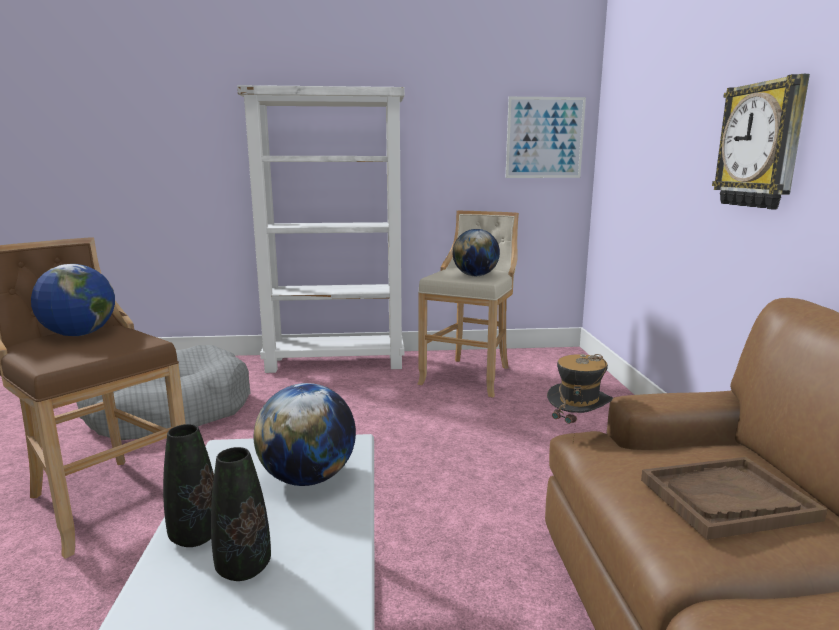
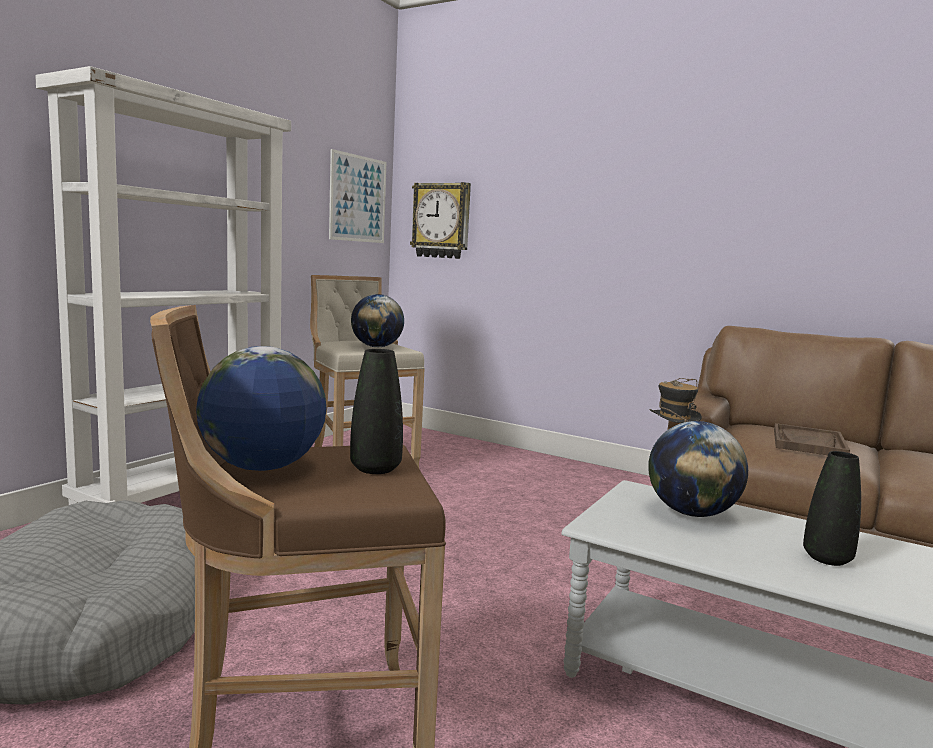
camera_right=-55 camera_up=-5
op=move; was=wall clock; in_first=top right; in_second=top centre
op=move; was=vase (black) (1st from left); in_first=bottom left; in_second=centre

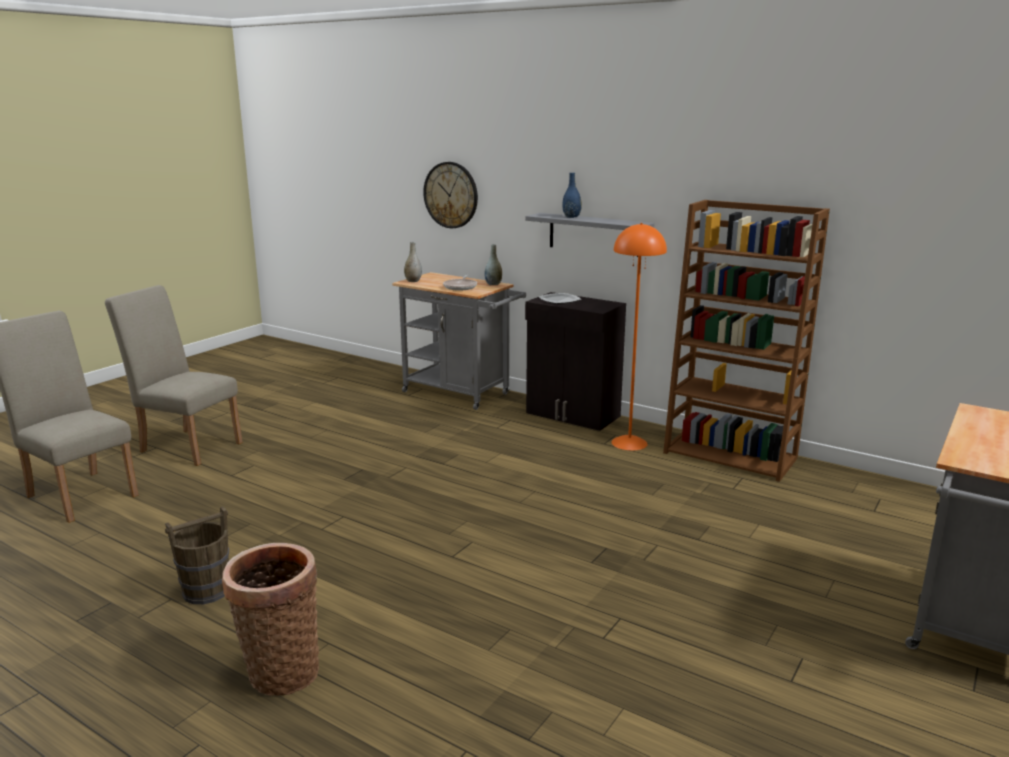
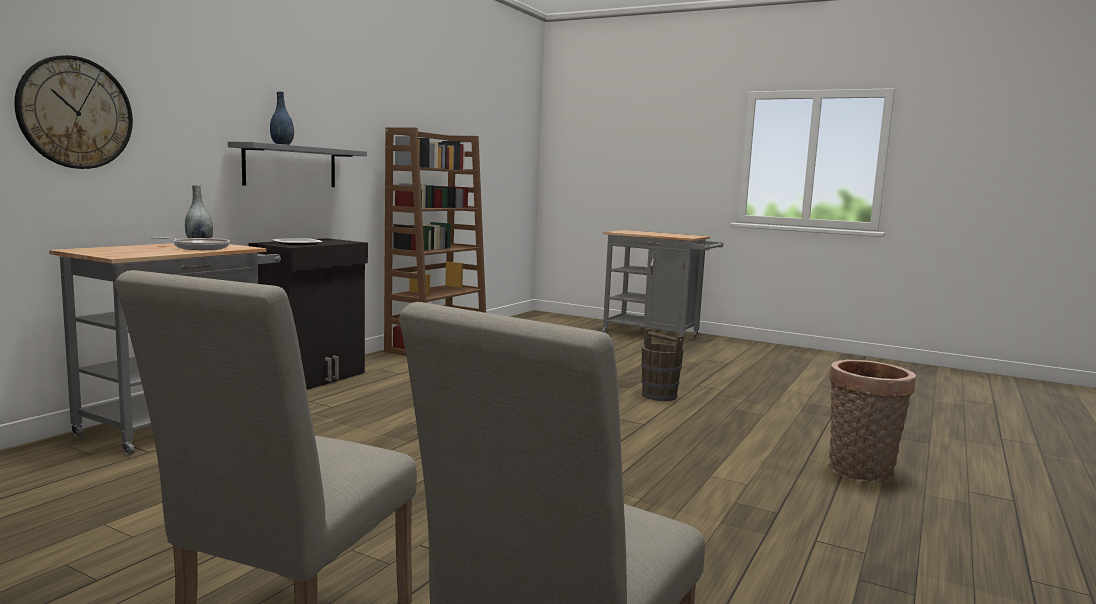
camera_right=-95 camera_up=-10
op=delete; was=floor lamp (orange); in_first=centre
op=delete; was=vase (grey) (1st from left); in_first=centre
op=move; was=bucket (brown); in_first=bottom left; in_second=centre

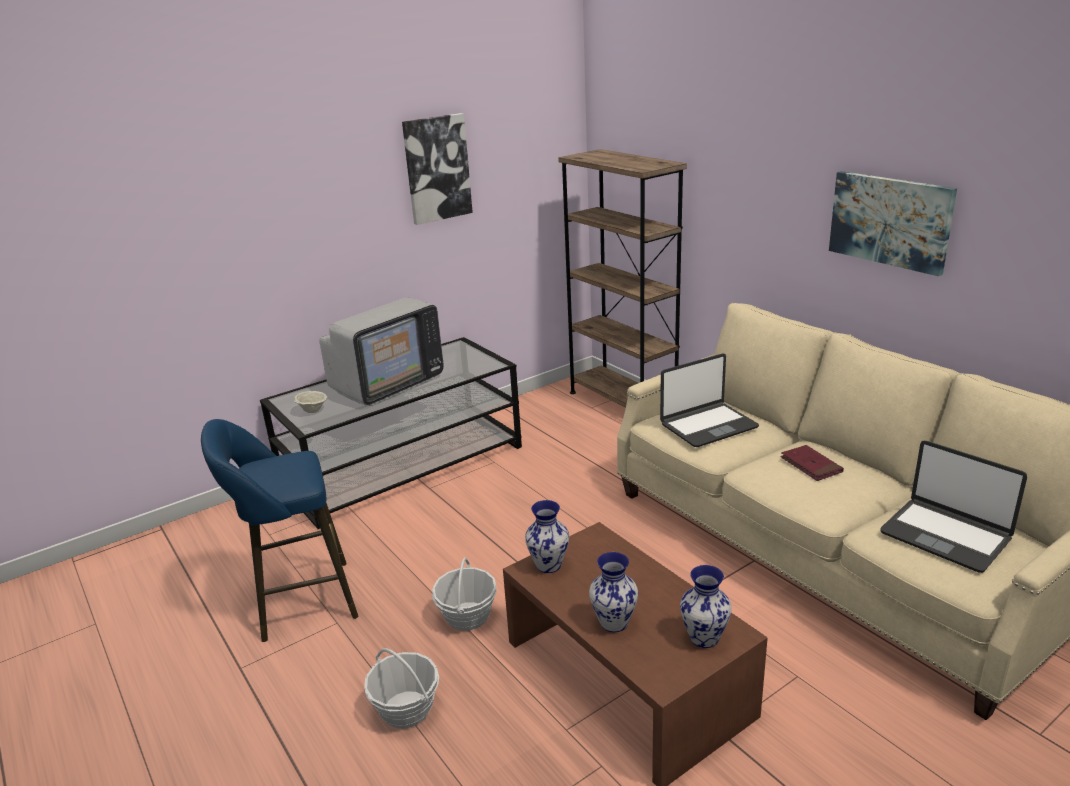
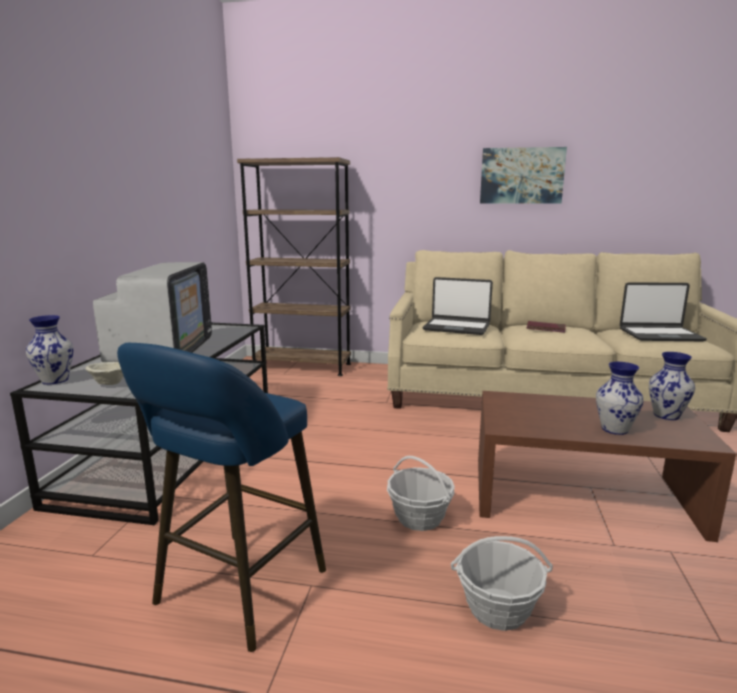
camera_right=-45 camera_up=-10
op=delete; was=picture (1st from left); in_first=top centre
op=rotate; was=laptop (1st from left); in_first=centre; in_second=centre; clockwise=90
op=move; was=vase (1st from left); in_first=bottom centre; in_second=middle left

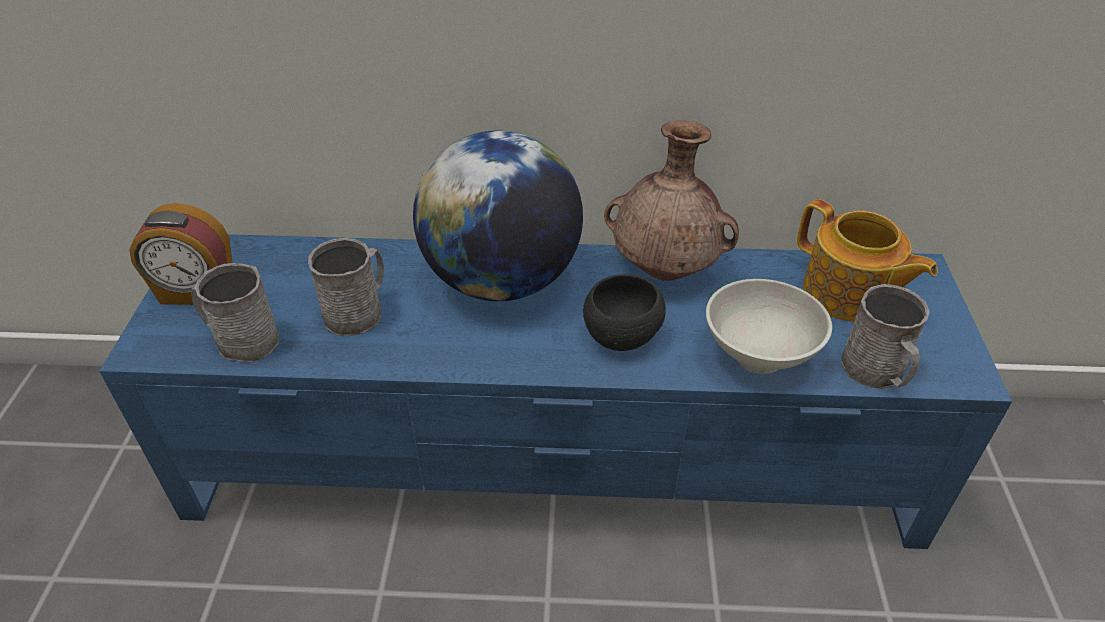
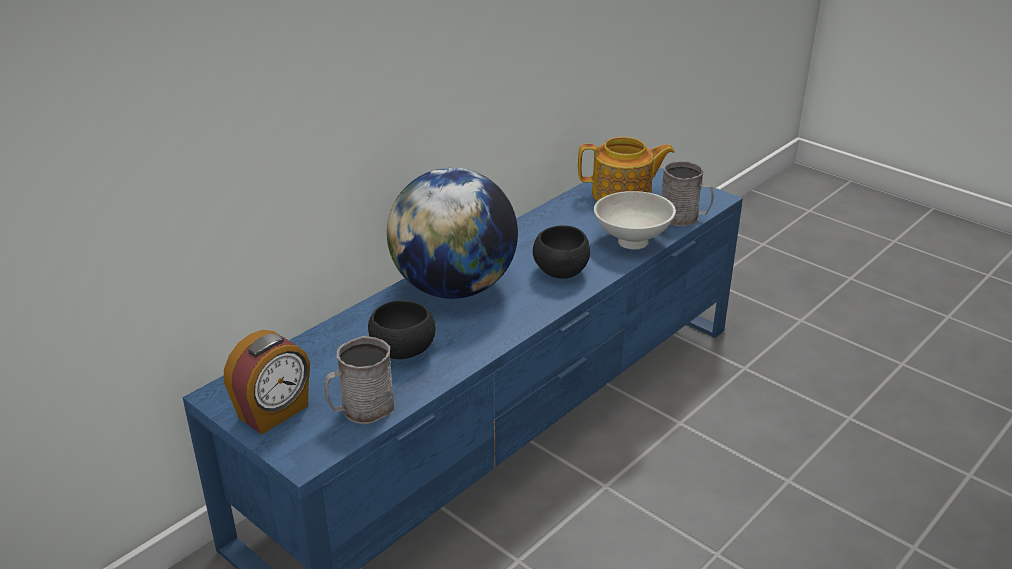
camera_right=-50 camera_up=-10
op=delete; was=vase (brown); in_first=top centre
op=replace; was=mug (grey) (2nd from left); now=bowl (black) (1st from left); in_first=middle left; in_second=centre

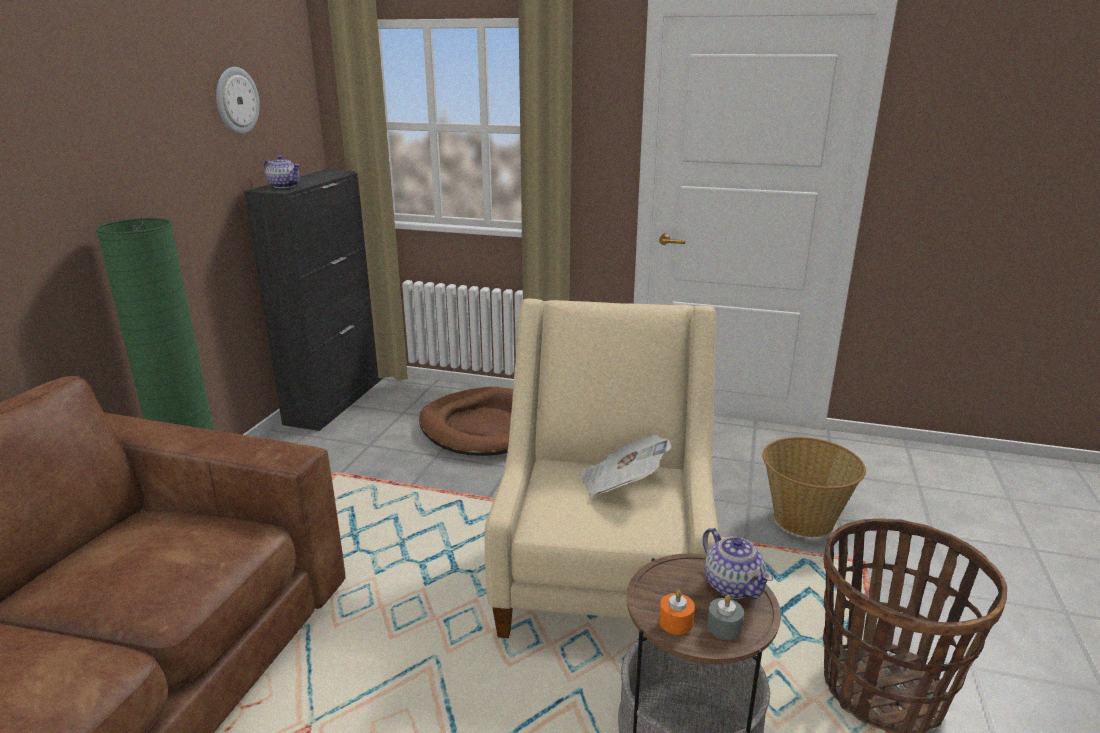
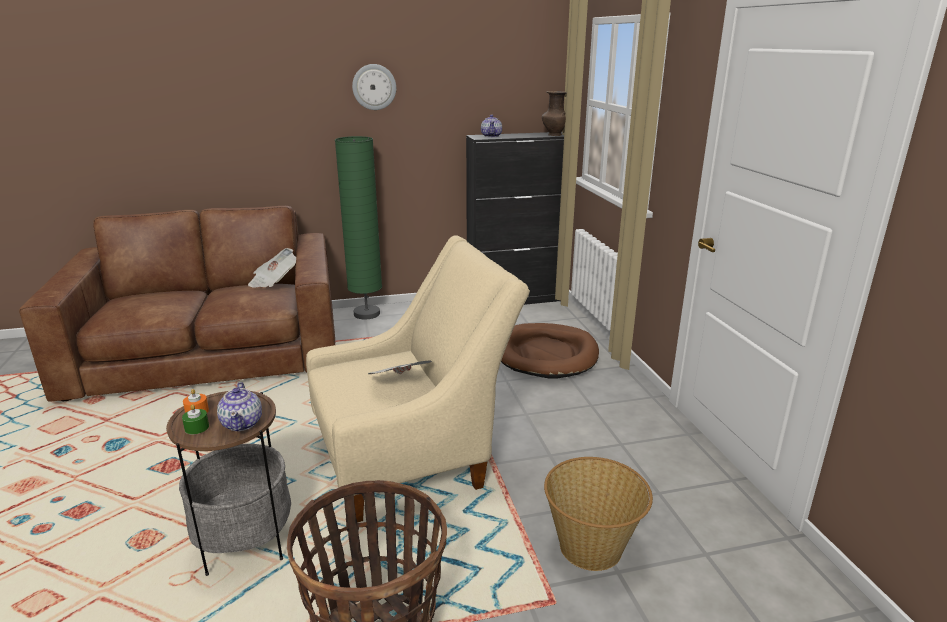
camera_right=60 camera_up=0
op=move; was=wall clock; in_first=top left; in_second=top centre
op=rotate; was=teapot (2nd from left in the first image); in_first=bottom right; in_second=middle left; clockwise=-45
op=recolor; was=candle (grey); now=candle (green); in_first=bottom centre; in_second=bottom left
op=insert; now=vase (brown); in_second=top centre
op=insert; now=newspaper (1st from left); in_second=middle left

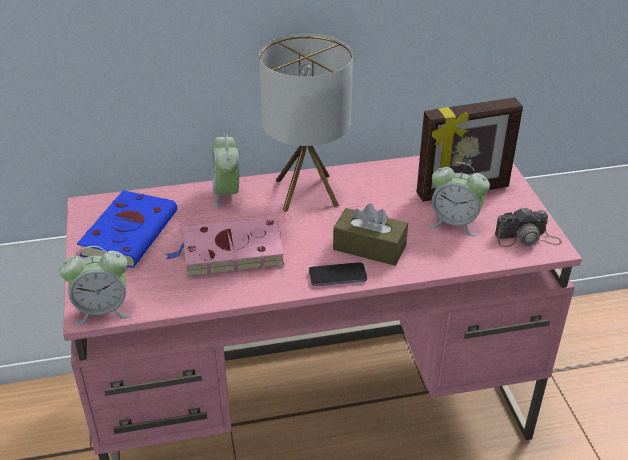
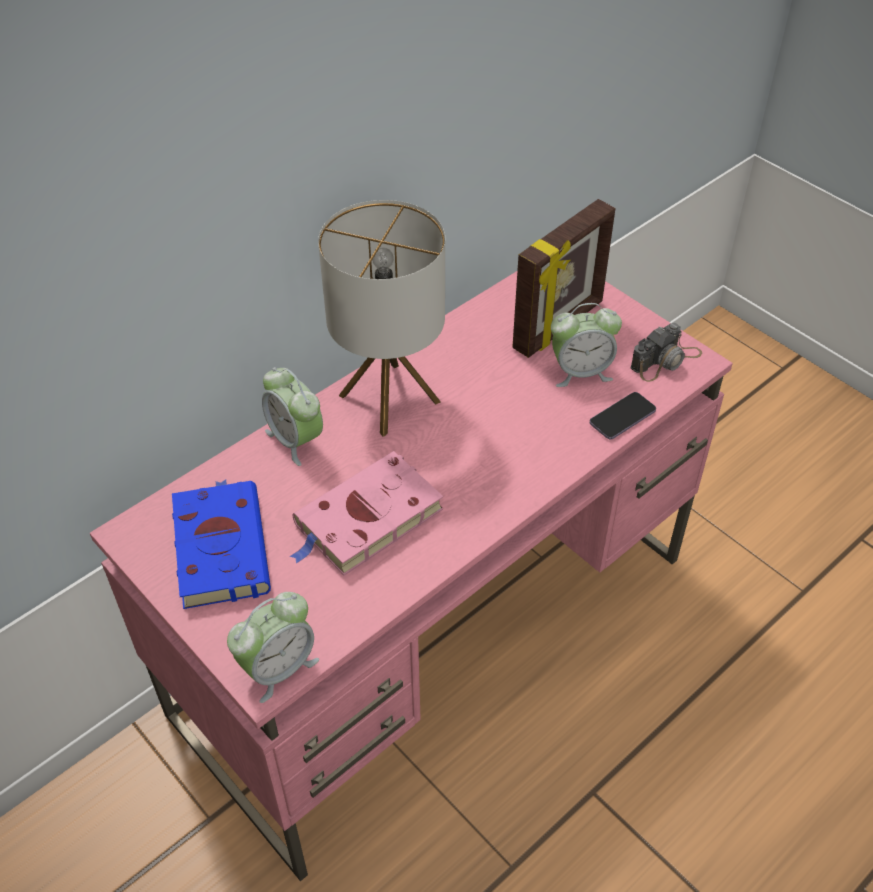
camera_right=-30 camera_up=10
op=delete; was=tissue box (brown); in_first=centre
op=move; was=phone; in_first=centre; in_second=middle right

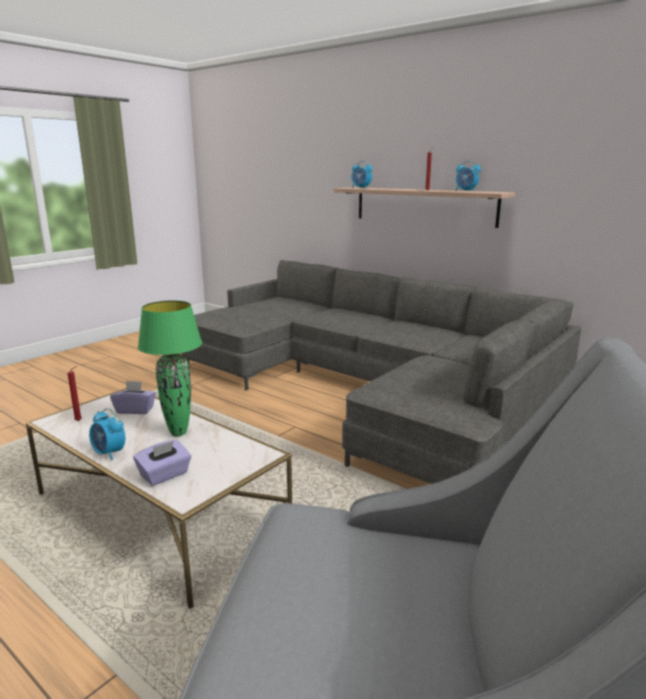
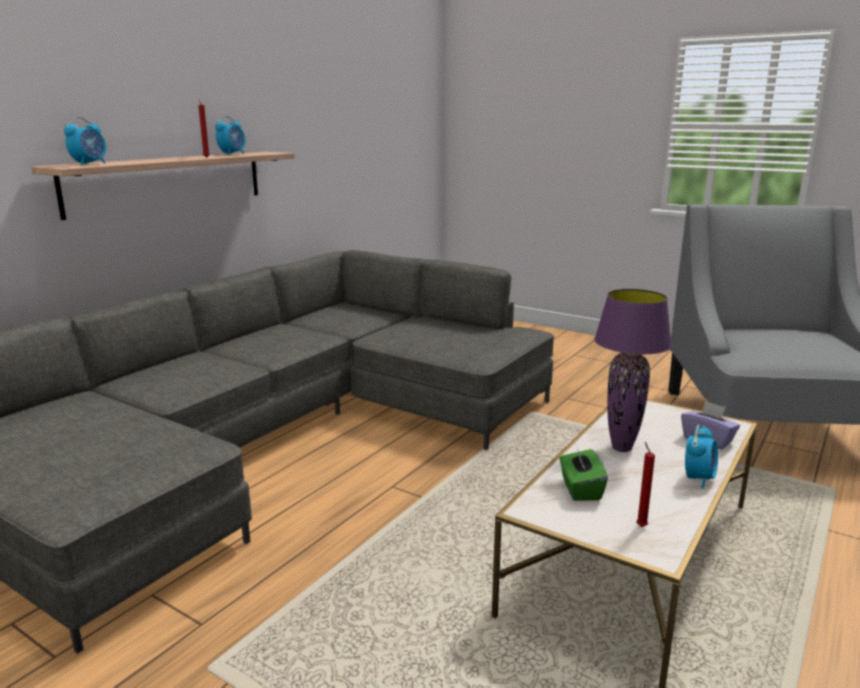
camera_right=-95 camera_up=0
op=recolor; was=table lamp (green); now=table lamp (purple); in_first=middle left; in_second=middle right
op=recolor; was=tissue box (purple) (1st from left); now=tissue box (green); in_first=middle left; in_second=bottom right

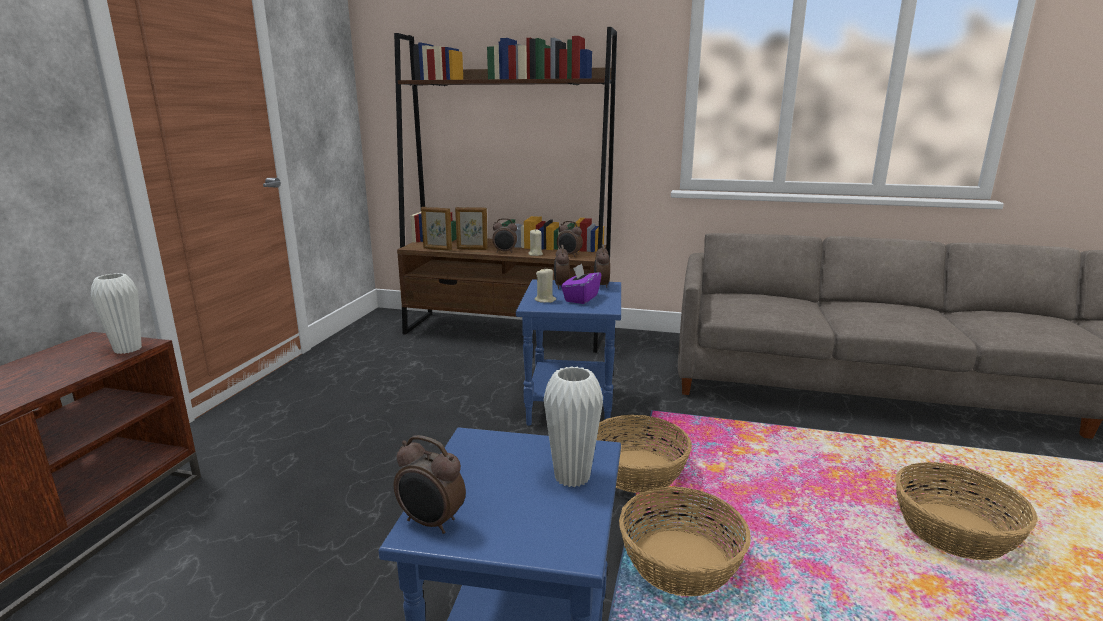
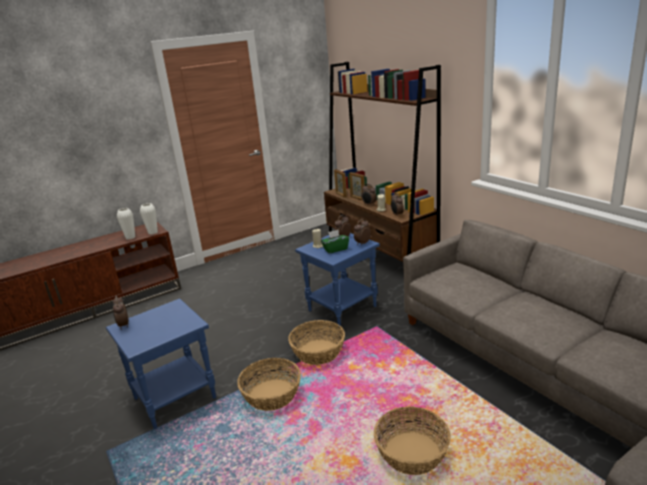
camera_right=45 camera_up=5
op=recolor; was=tissue box (purple); now=tissue box (green); in_first=centre; in_second=centre
op=move; was=vase (white) (2nd from left in the first image); now=vase (white) (1st from left); in_first=bottom centre; in_second=middle left

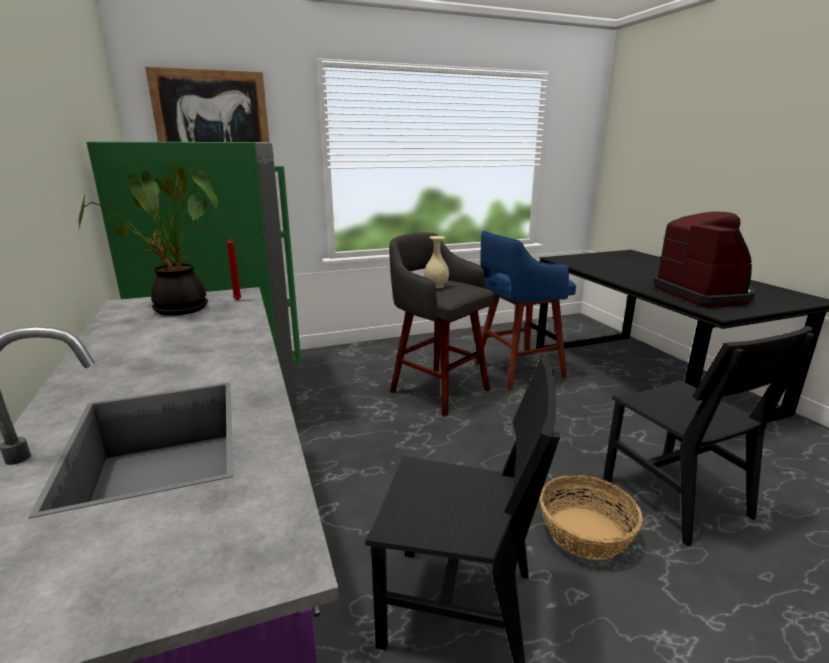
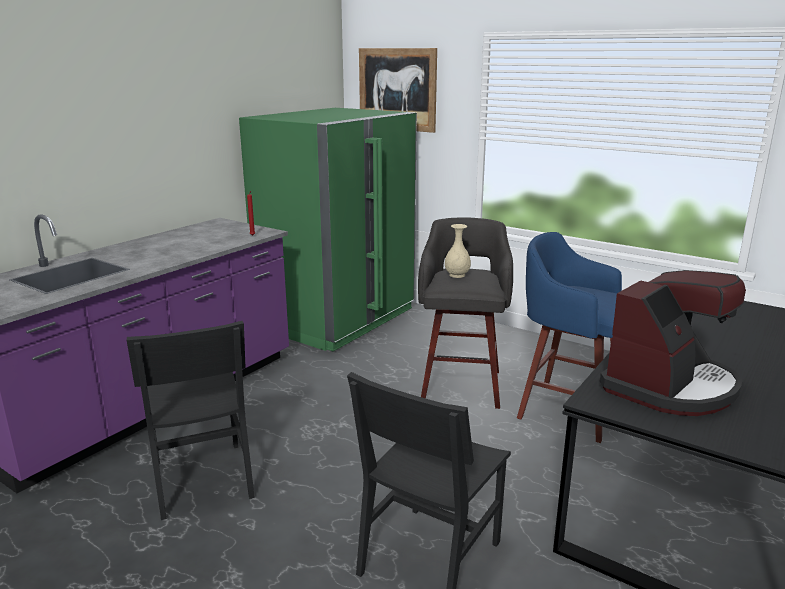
camera_right=55 camera_up=0
op=delete; was=potted plant; in_first=middle left
op=delete; was=basket; in_first=bottom right

